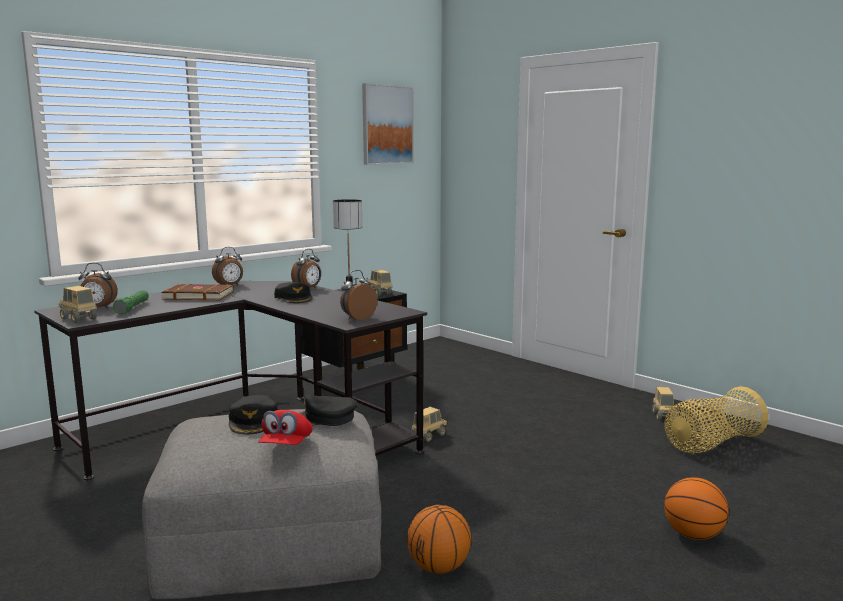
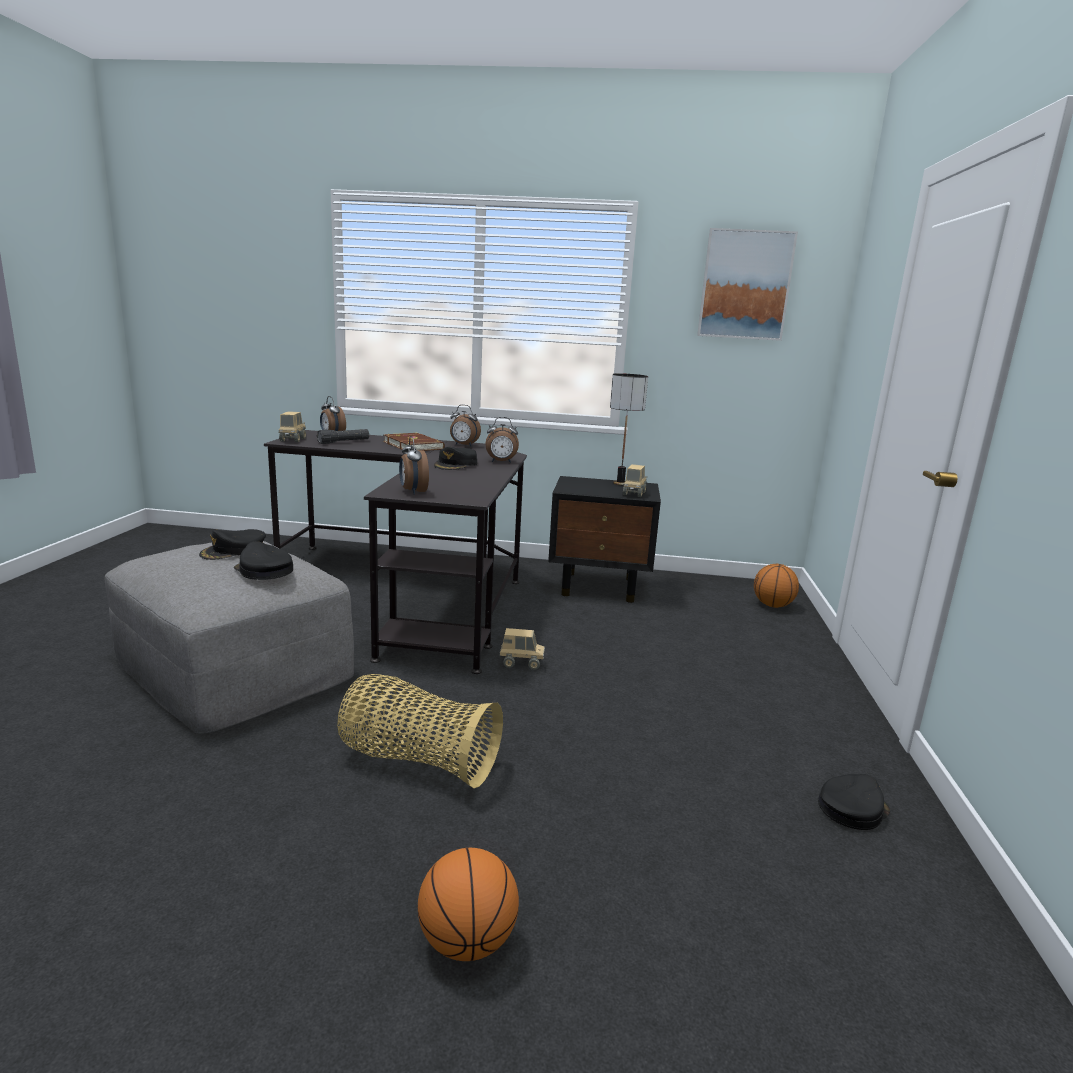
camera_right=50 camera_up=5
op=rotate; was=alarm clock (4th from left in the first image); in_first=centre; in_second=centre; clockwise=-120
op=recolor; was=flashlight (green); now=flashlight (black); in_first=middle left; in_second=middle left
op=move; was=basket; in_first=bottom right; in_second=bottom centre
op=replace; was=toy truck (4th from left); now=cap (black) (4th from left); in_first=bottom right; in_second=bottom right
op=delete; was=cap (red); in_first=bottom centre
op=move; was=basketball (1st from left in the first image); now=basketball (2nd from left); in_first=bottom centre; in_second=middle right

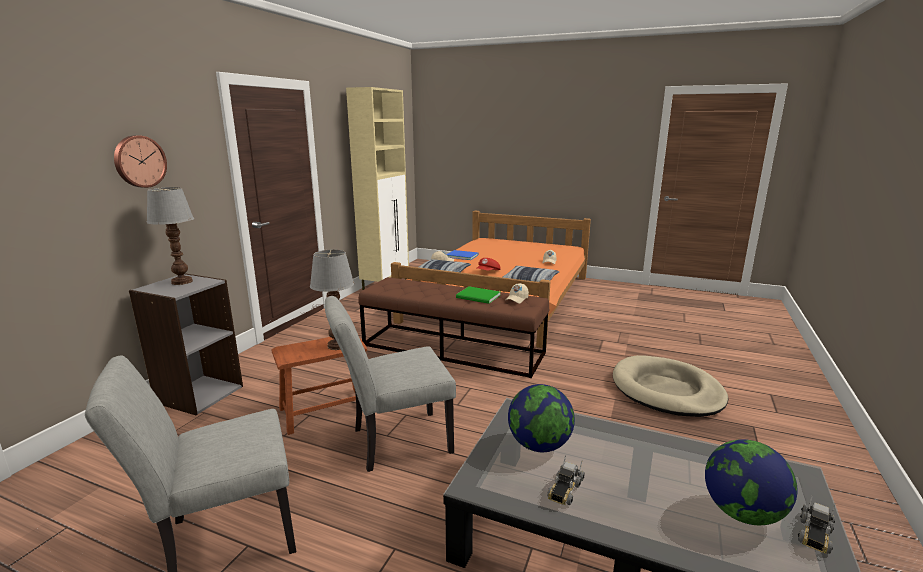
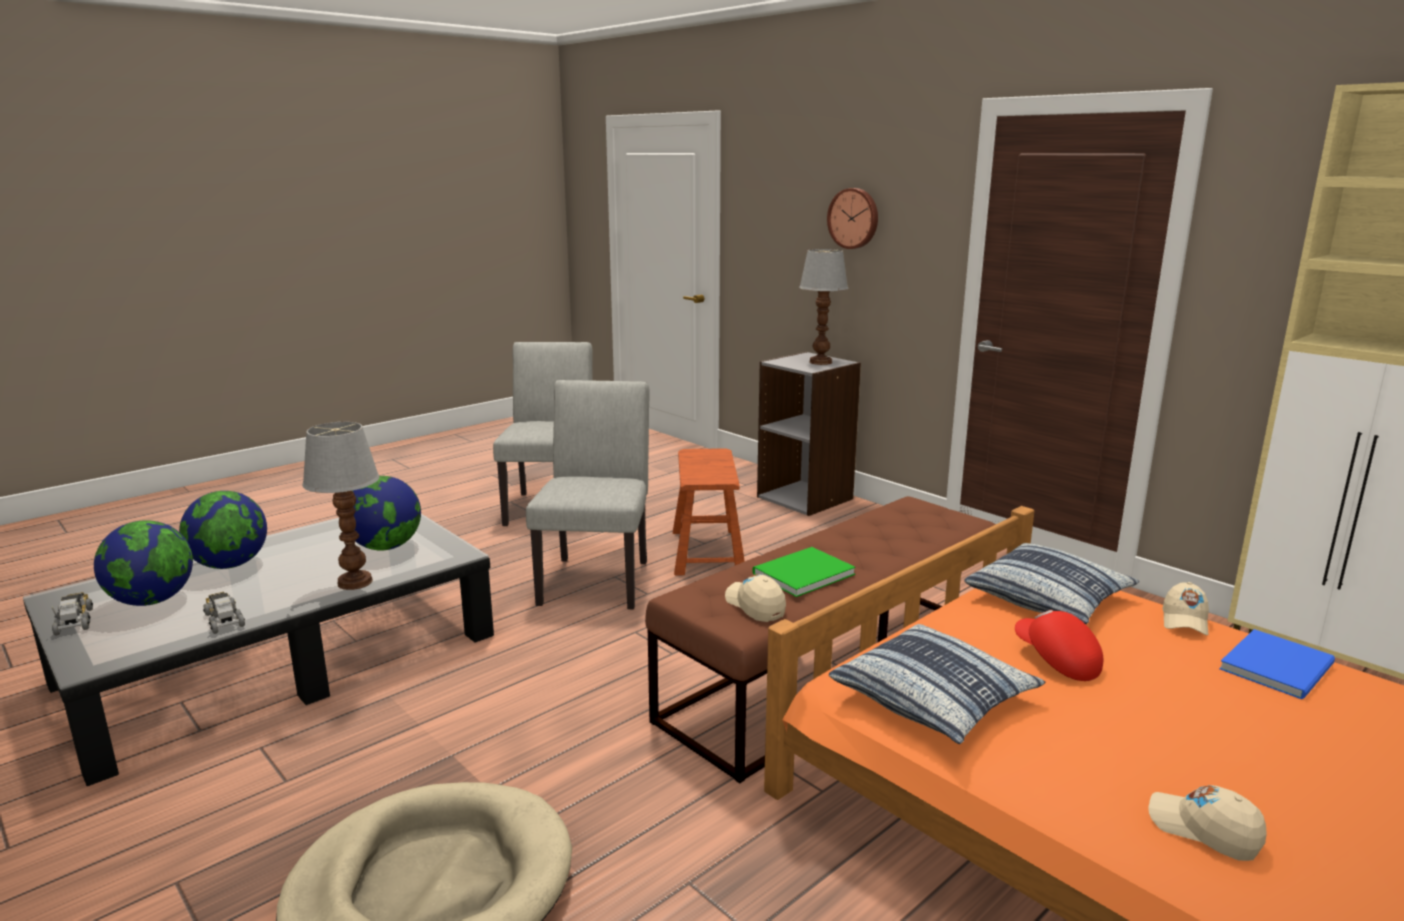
camera_right=115 camera_up=0
op=move; was=table lamp (2nd from left in the first image); now=table lamp (1st from left); in_first=centre; in_second=middle left
op=move; was=toy truck (1st from left in the first image); now=toy truck (2nd from left); in_first=bottom centre; in_second=middle left
op=insert; now=globe (2nd from left); in_second=middle left

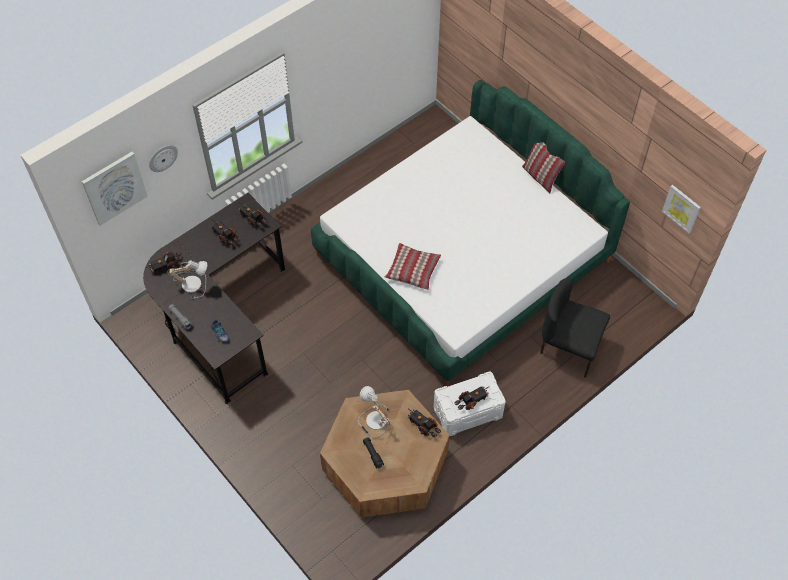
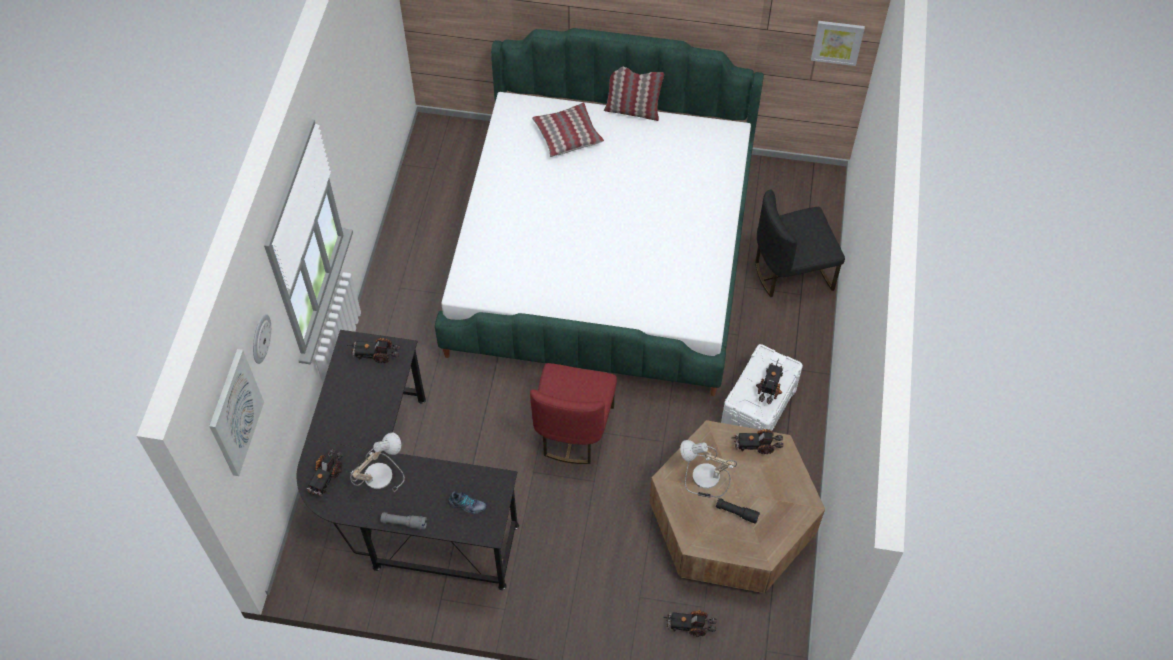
camera_right=-40 camera_up=0
op=move; was=toy truck (2nd from left in the first image); now=toy truck (3rd from left); in_first=middle left; in_second=bottom centre
op=move; was=pillow (1st from left); in_first=centre; in_second=top centre
op=insert; now=chair (red); in_second=centre

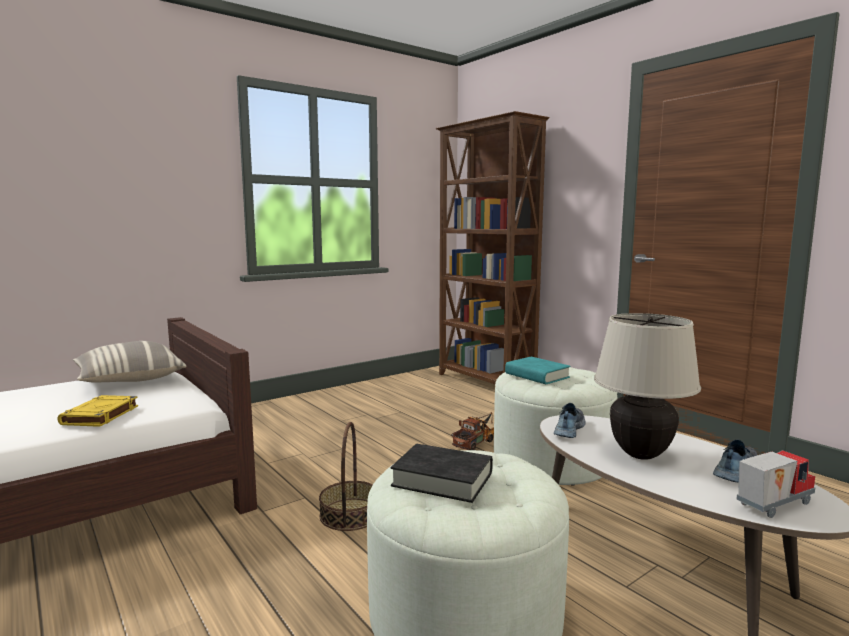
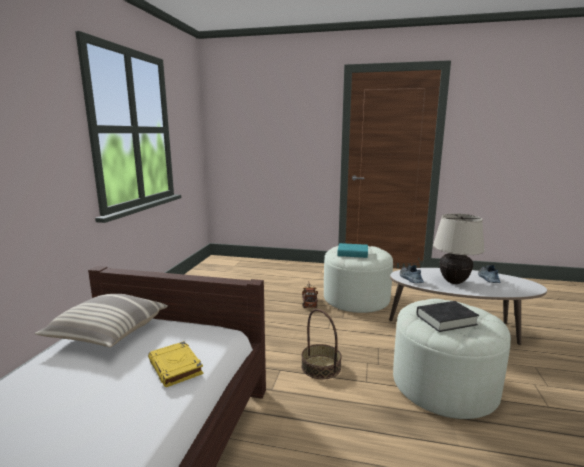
camera_right=-40 camera_up=5
op=delete; was=bookcase (brown); in_first=centre
op=delete; was=toy truck (2nd from left); in_first=bottom right

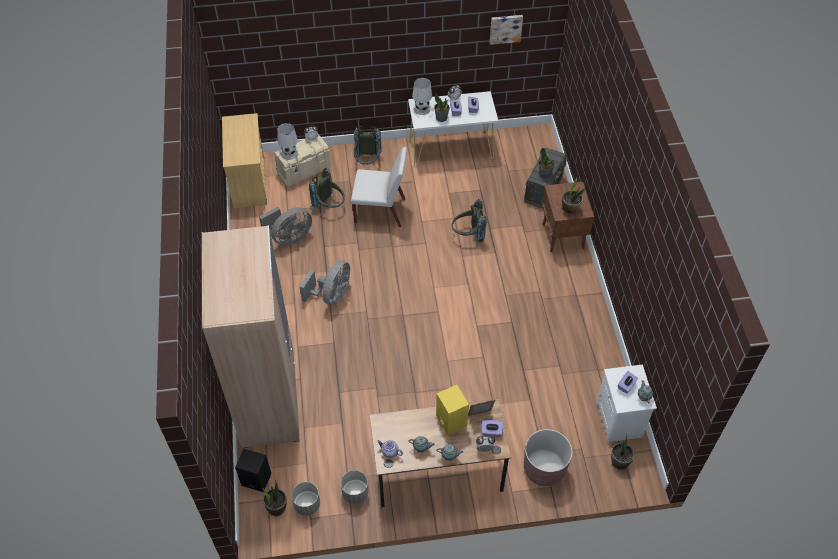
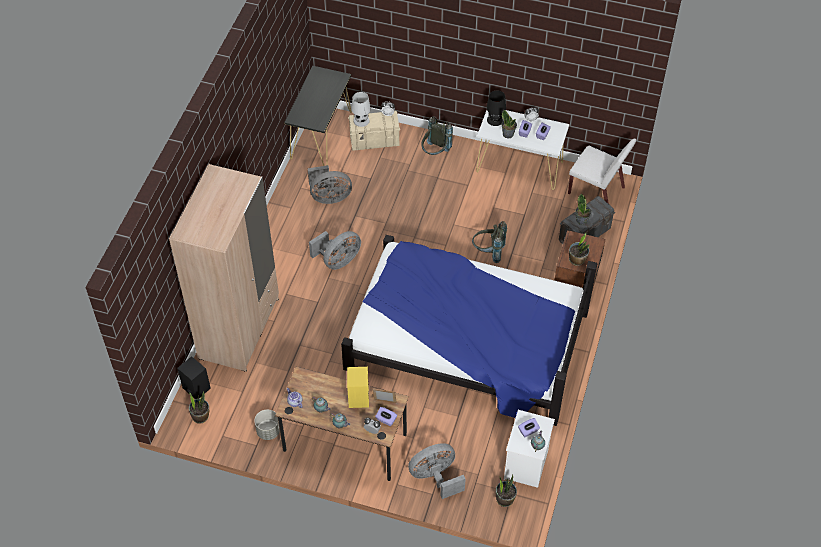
camera_right=25 camera_up=0
op=delete; was=picture; in_first=top centre
op=recolor; was=table lamp (white) (2nd from left); now=table lamp (black); in_first=top centre; in_second=top centre
op=replace; was=dresser (beige); now=console table (black); in_first=top left; in_second=top centre
op=move; was=chair (white); in_first=centre; in_second=top right
op=delete; was=backpack (grey) (1st from left); in_first=centre
op=replace; was=planter (brown); now=fan (grey) (3rd from left); in_first=bottom centre; in_second=bottom centre
op=delete; was=planter (grey) (1st from left); in_first=bottom centre
op=insert; now=bed; in_second=centre

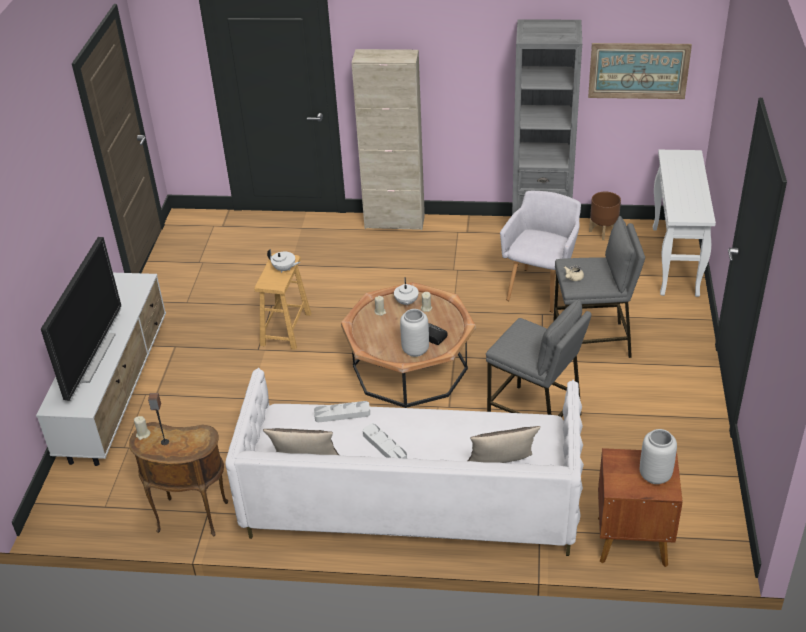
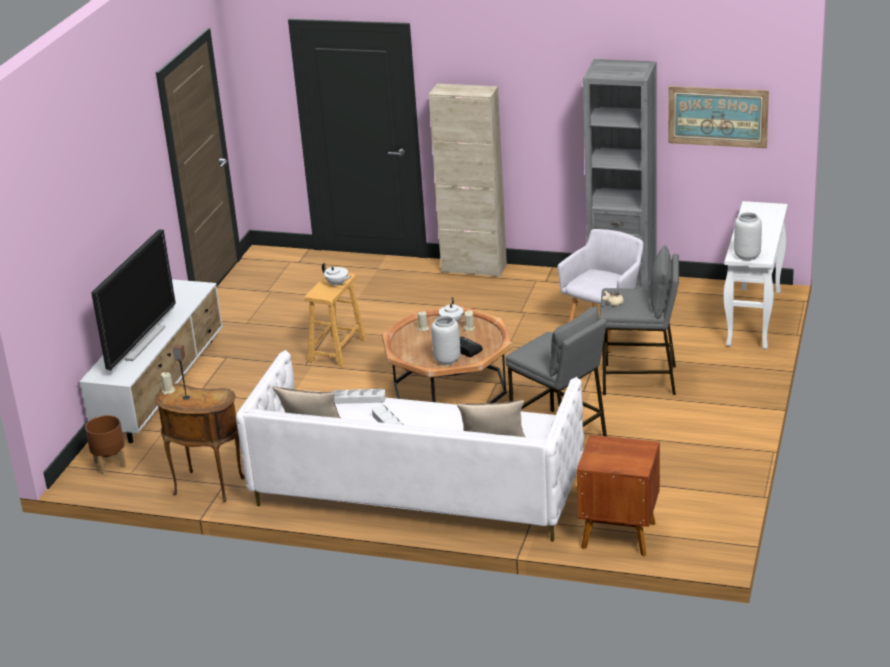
camera_right=10 camera_up=-10
op=move; was=planter (brown); in_first=middle right; in_second=middle left
op=move; was=vase (grey) (2nd from left); in_first=bottom right; in_second=middle right

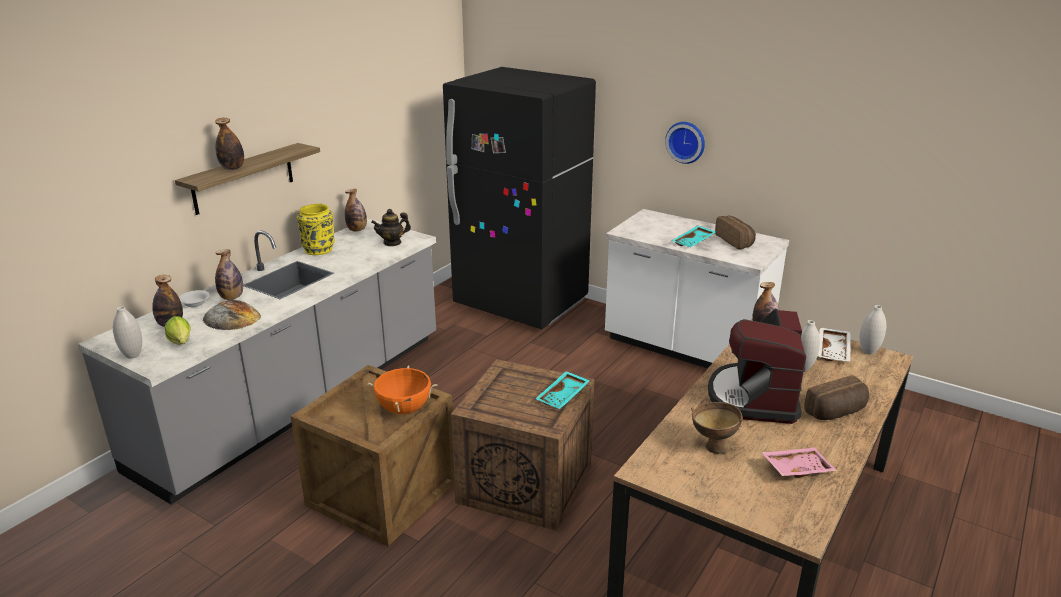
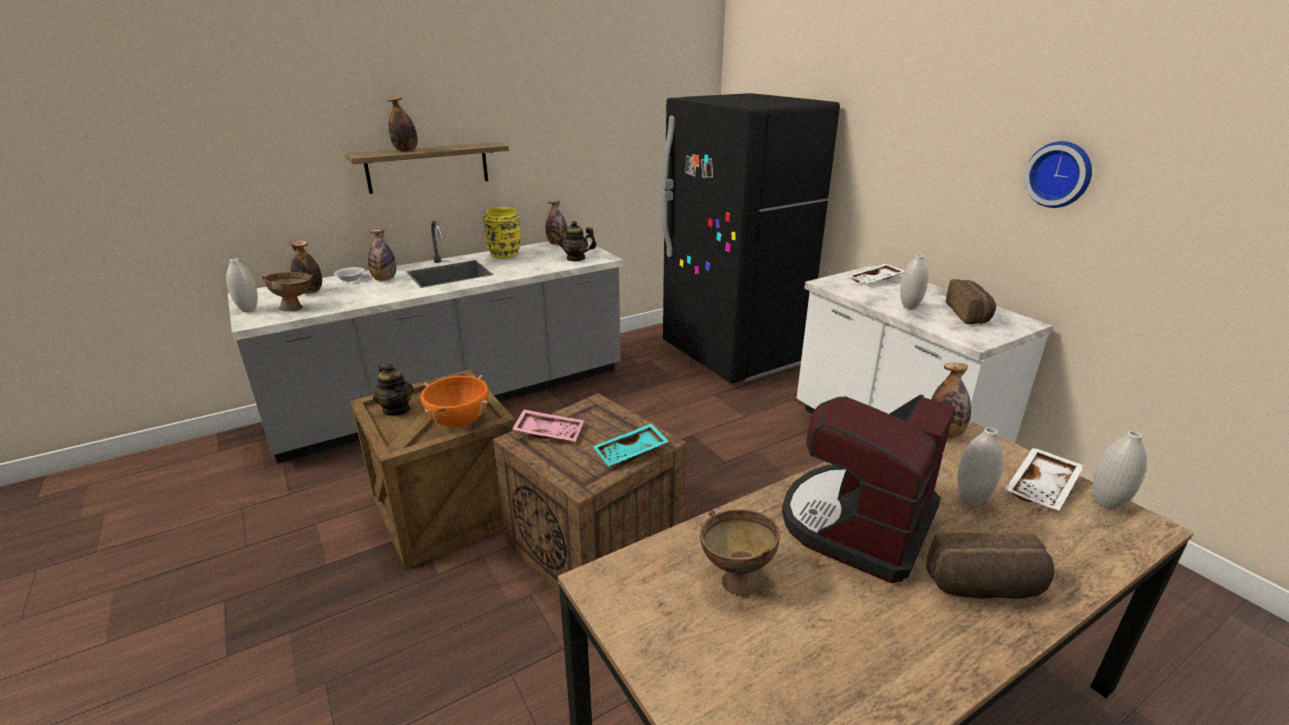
camera_right=25 camera_up=0
op=move; was=wall clock; in_first=top centre; in_second=top right
op=replace; was=tray (turquoise) (2nd from left); now=vase (white) (2nd from left); in_first=centre; in_second=middle right
op=delete; was=bread (1st from left); in_first=middle left
op=replace; was=lettuce; now=bowl (brown) (1st from left); in_first=middle left; in_second=middle left
op=move; was=tray (pink); in_first=bottom right; in_second=centre
op=insert; now=tray (white) (1st from left); in_second=middle right
op=insert; now=teapot (1st from left); in_second=middle left

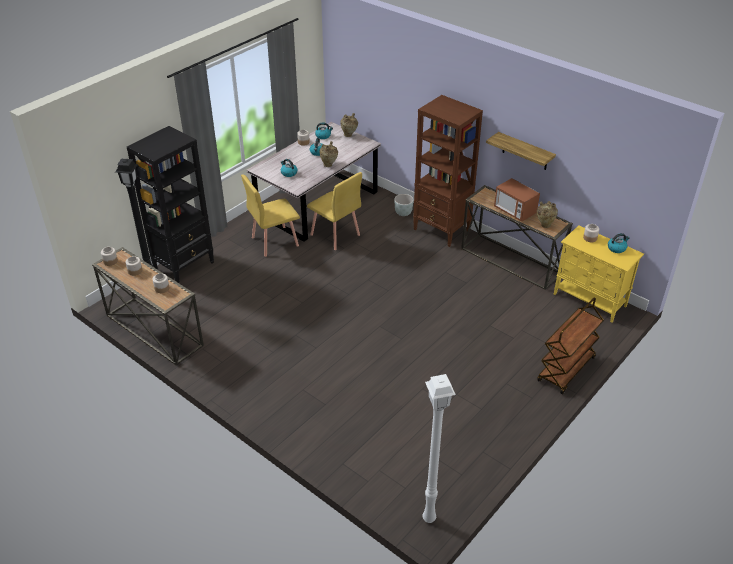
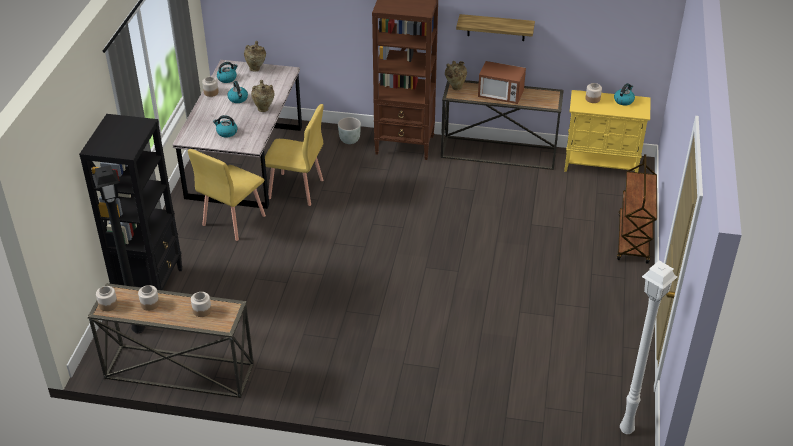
camera_right=-30 camera_up=0
op=move; was=vase (beige) (3rd from left); in_first=middle right; in_second=top centre

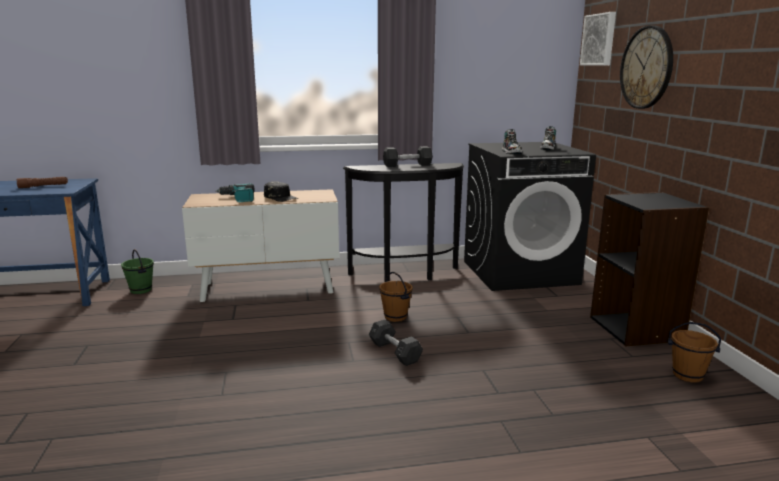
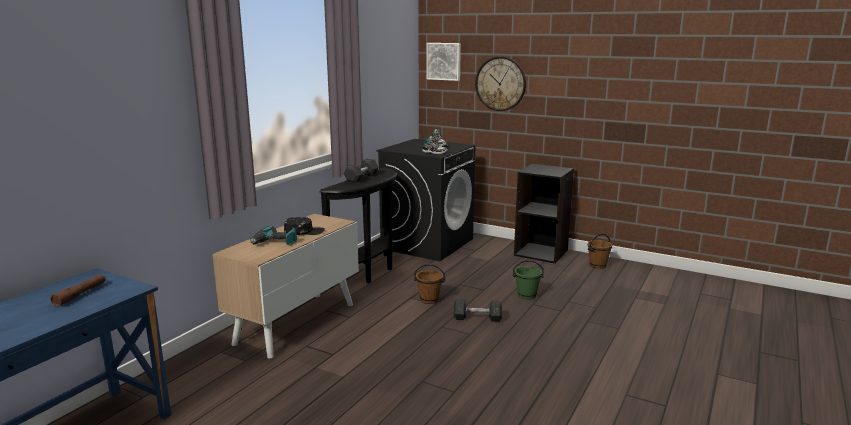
camera_right=-50 camera_up=0
op=move; was=bucket (green); in_first=middle left; in_second=centre

